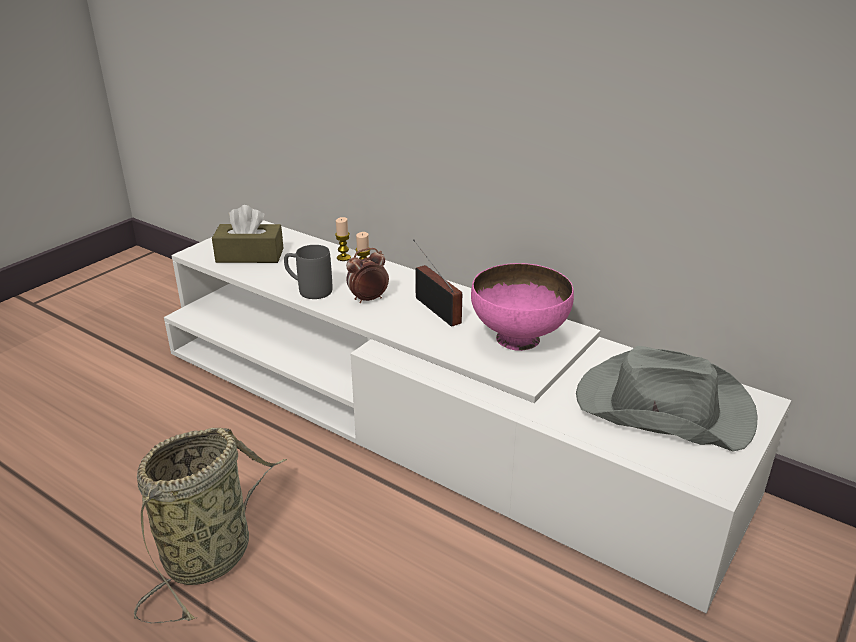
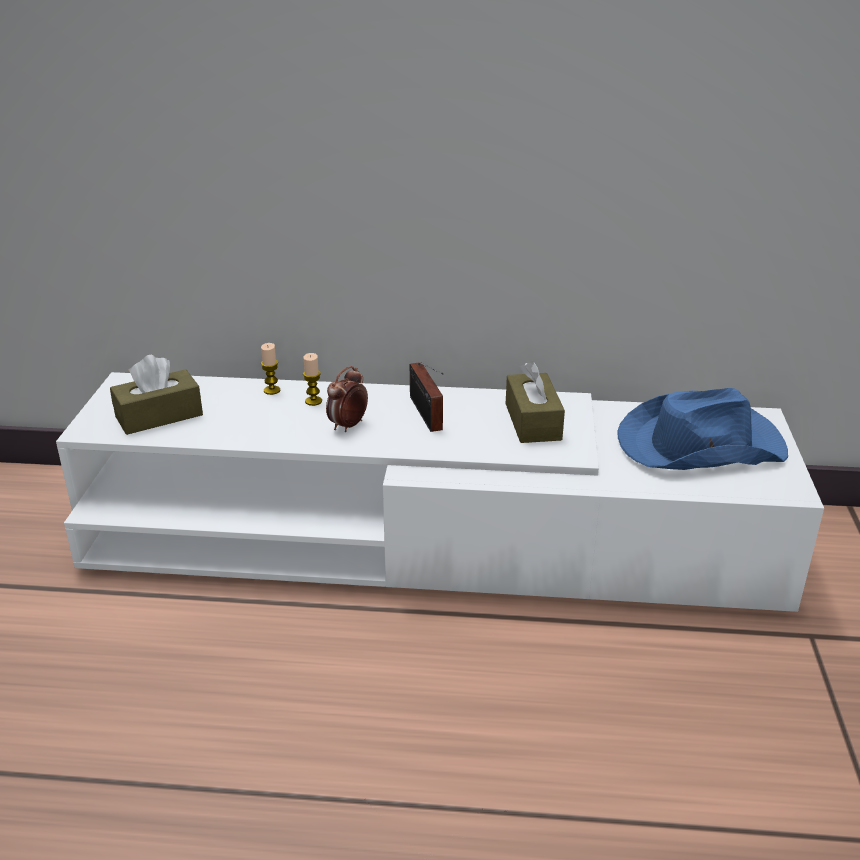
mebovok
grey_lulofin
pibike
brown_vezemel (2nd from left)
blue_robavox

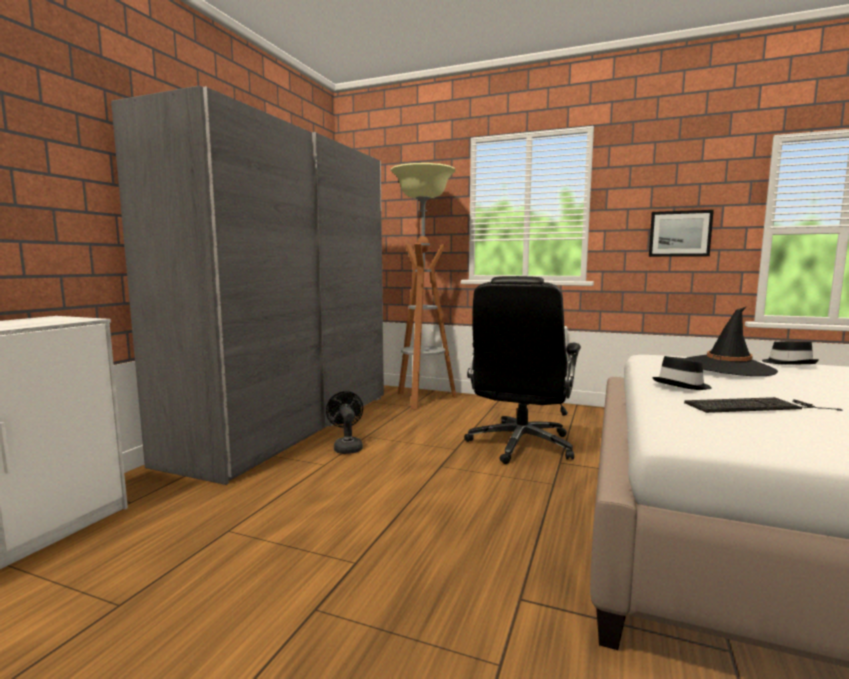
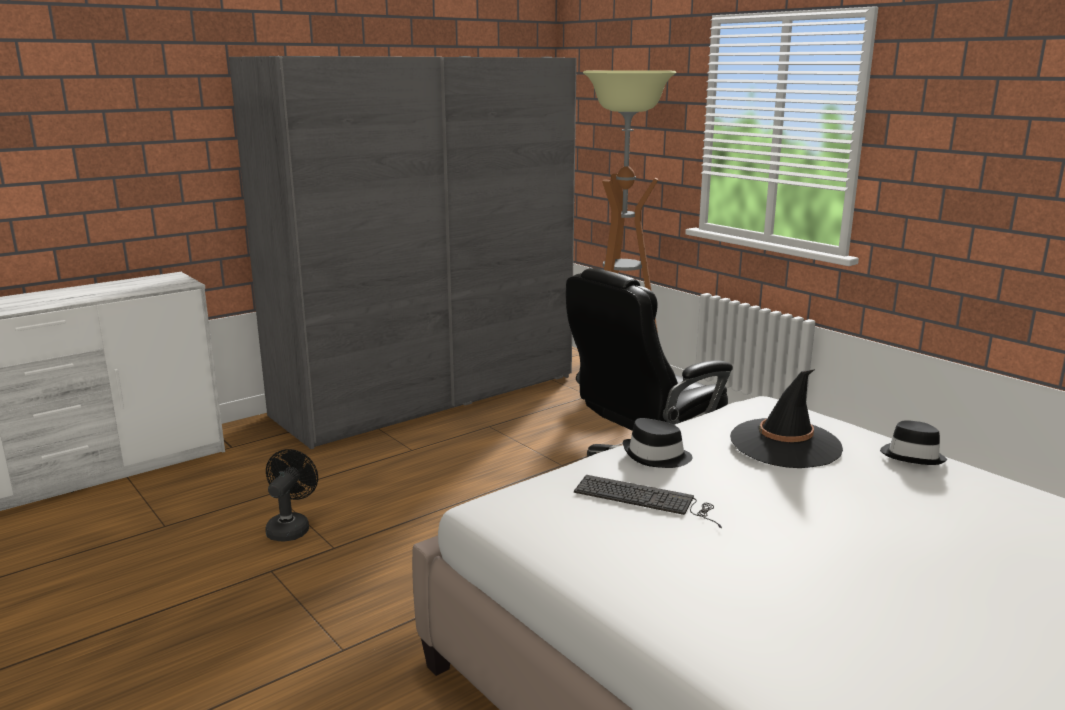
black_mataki
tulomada

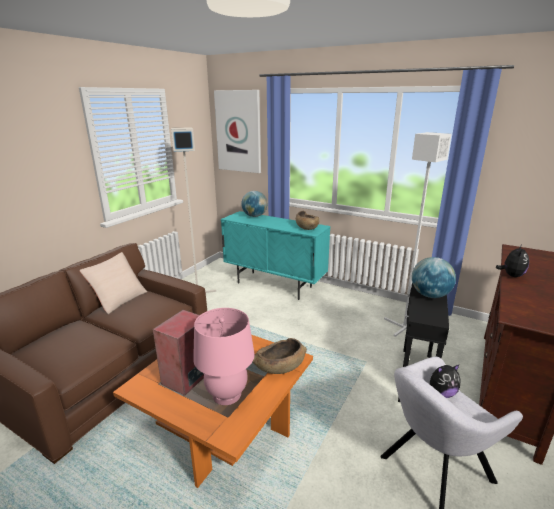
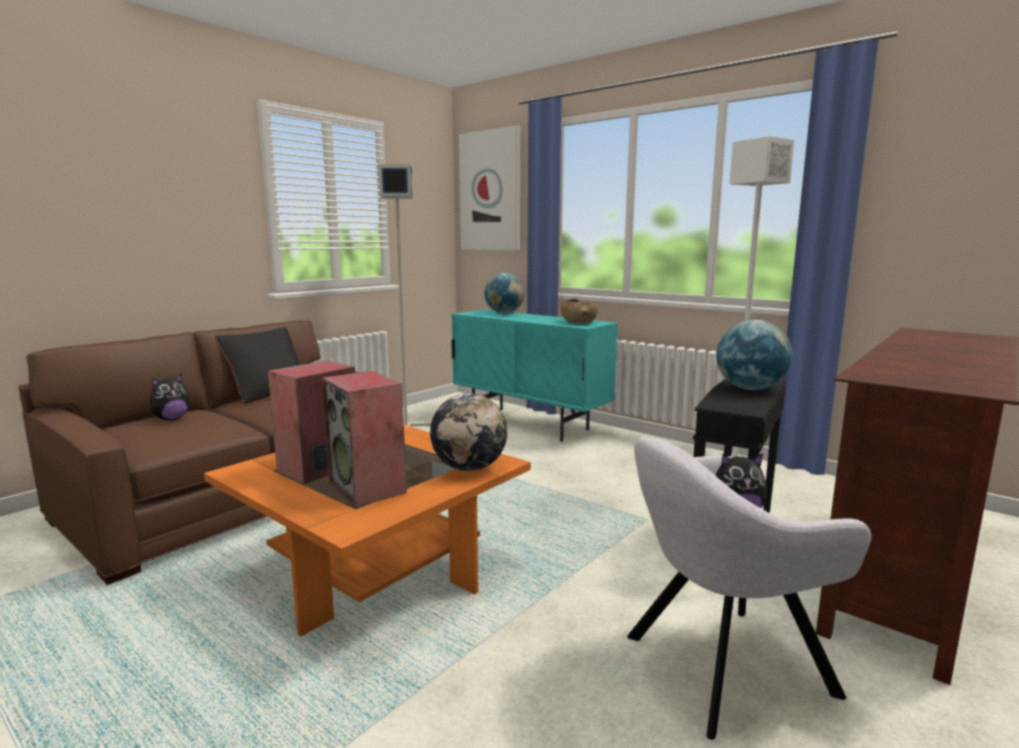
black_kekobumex
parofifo (2nd from left)
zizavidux (1st from left)
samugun (1st from left)

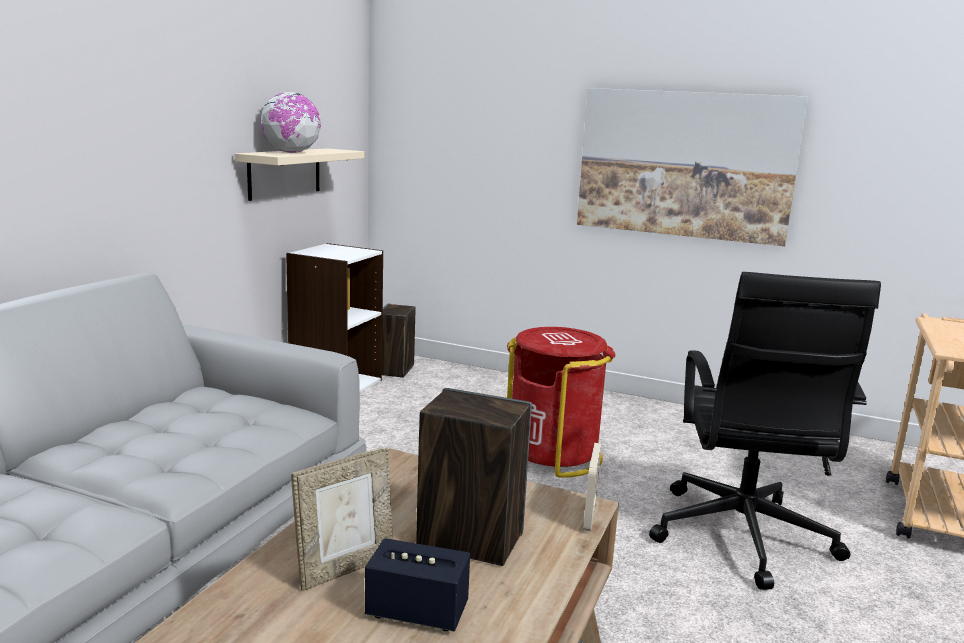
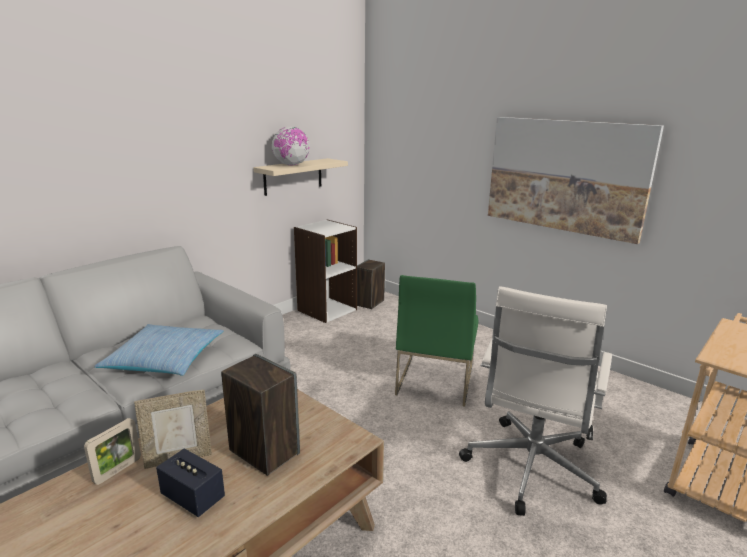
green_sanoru
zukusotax (1st from left)
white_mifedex
kekobumex

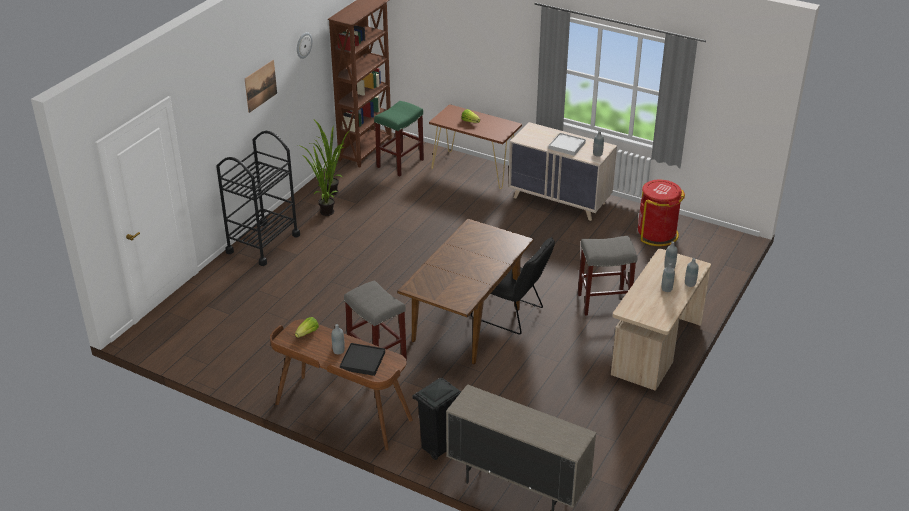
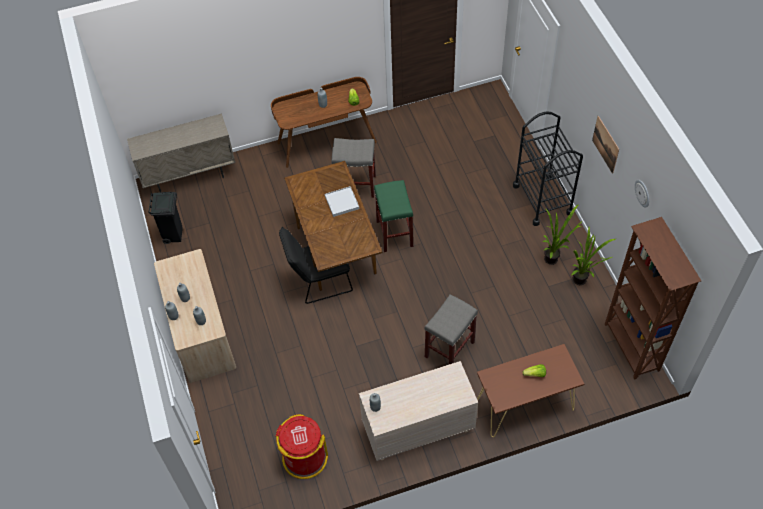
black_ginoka
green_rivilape
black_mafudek
white_ginoka
grey_rivilape (2nd from left)

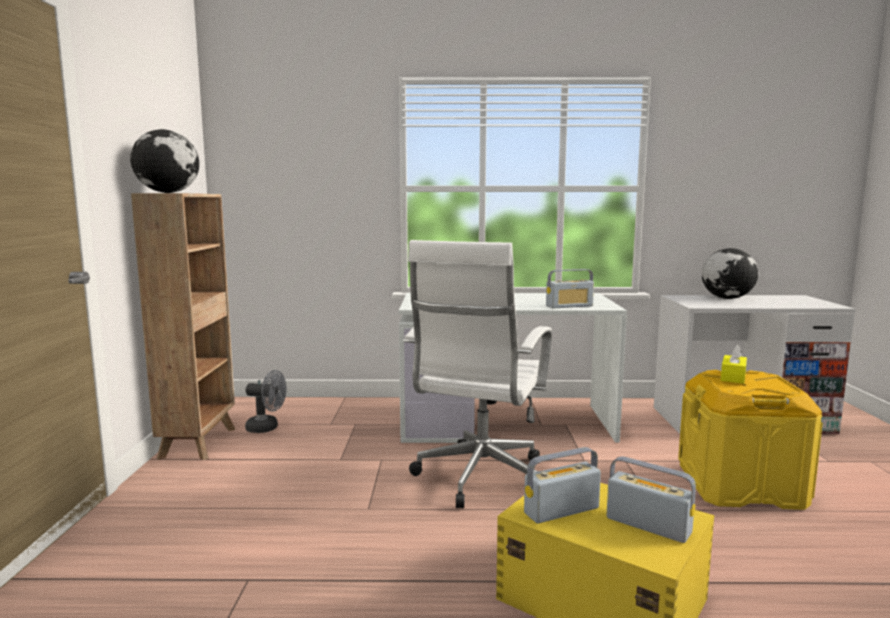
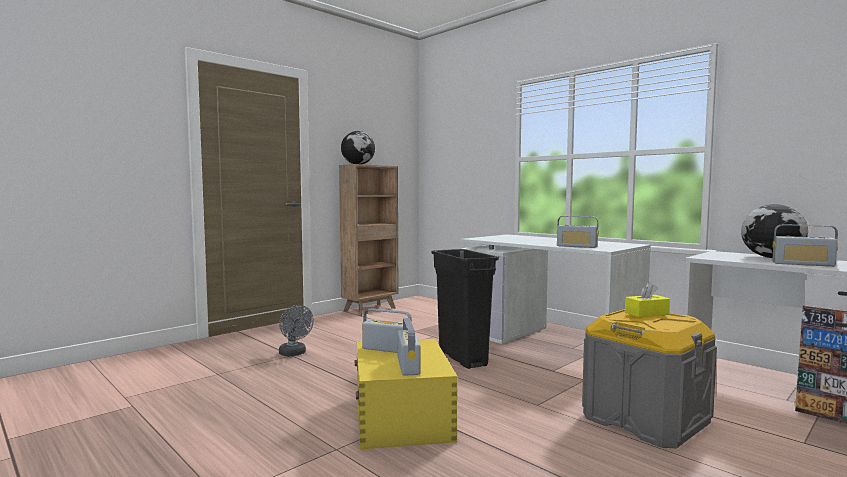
grey_mataki
black_mafudek
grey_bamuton
pibike (4th from left)

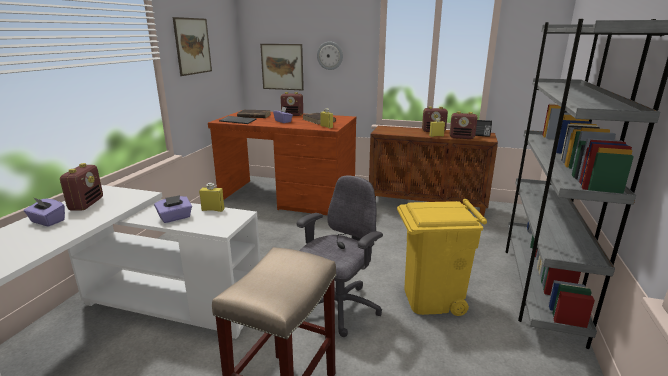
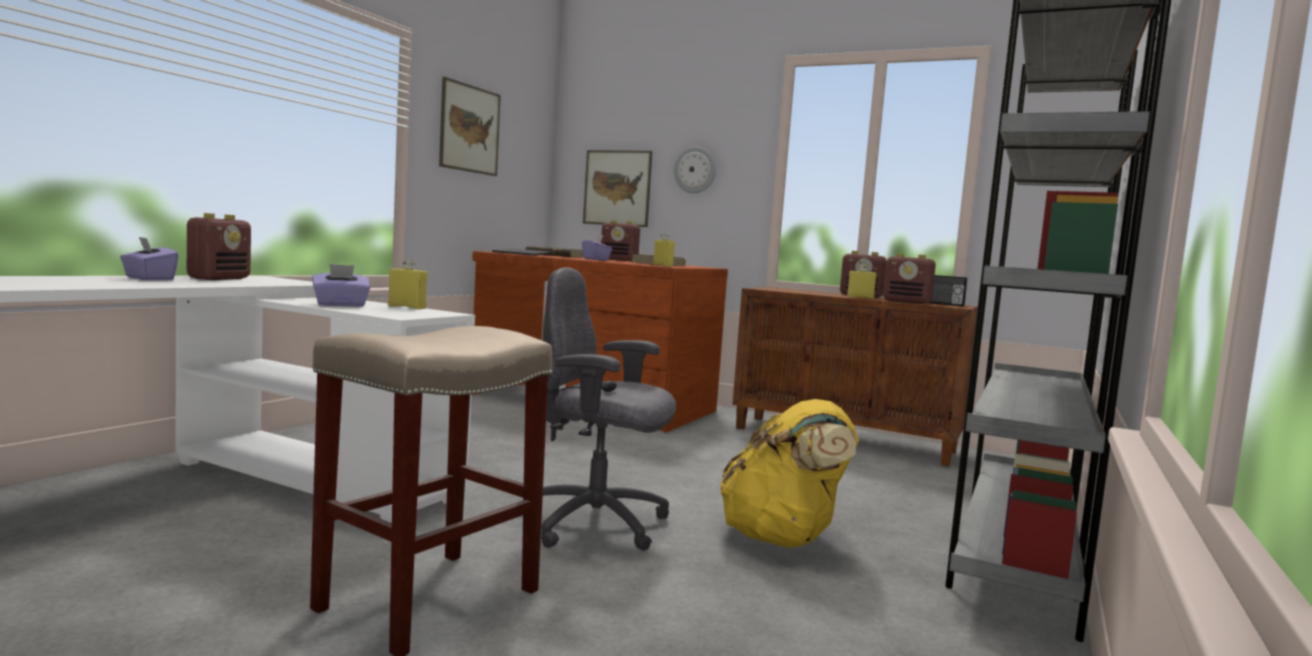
grey_mifedex
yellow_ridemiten

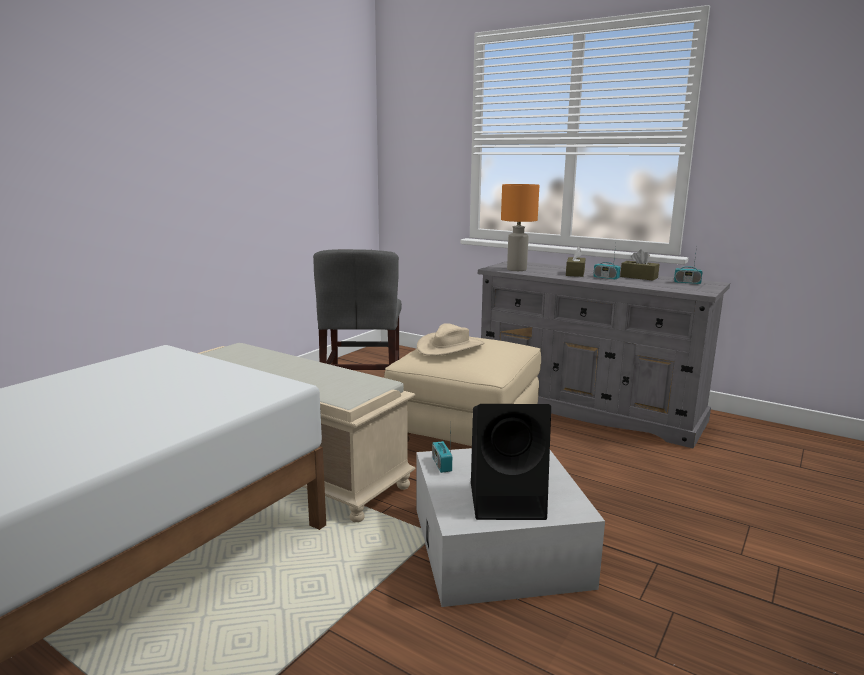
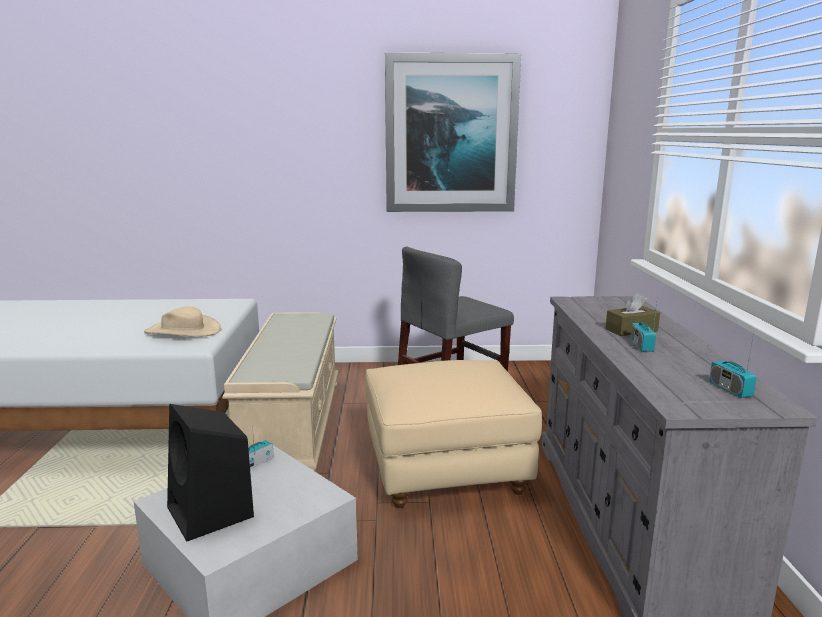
beige_robavox
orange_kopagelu
brown_vezemel (2nd from left in the first image)
tulomada

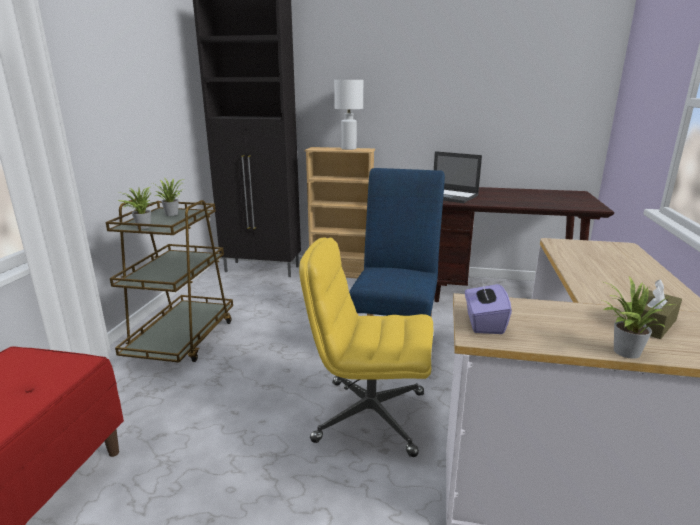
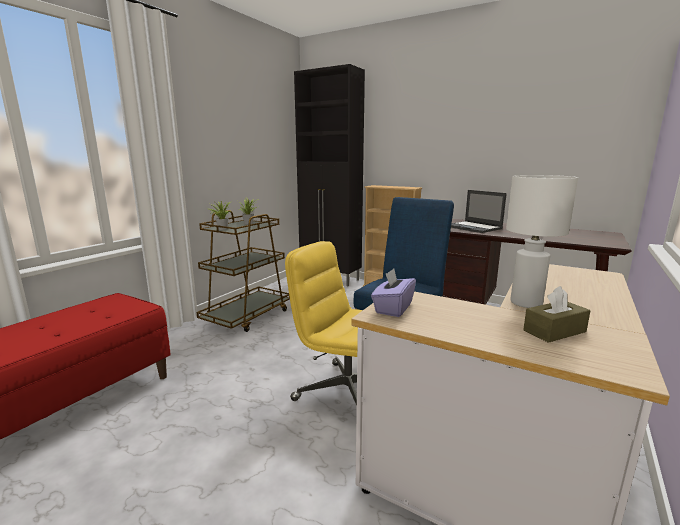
white_kopagelu
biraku (3rd from left in the first image)

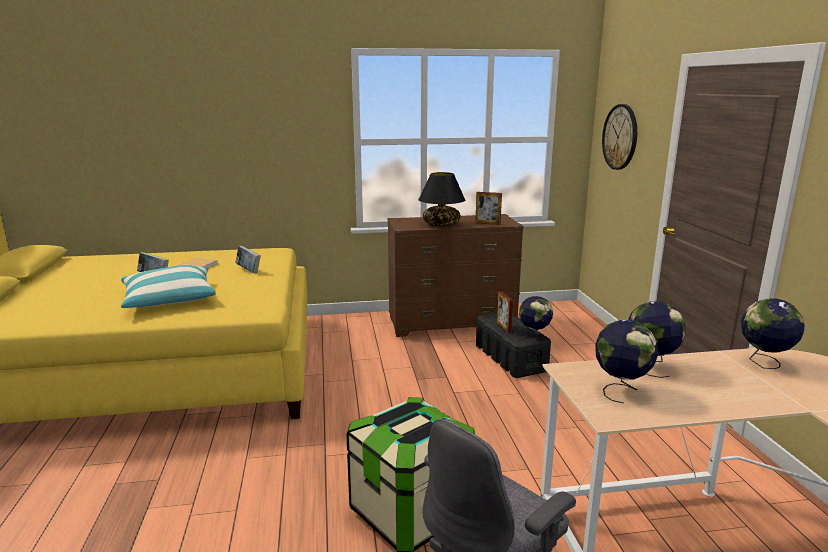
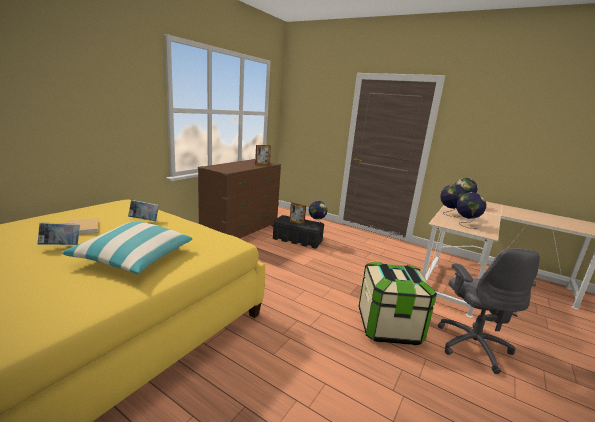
black_kopagelu
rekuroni

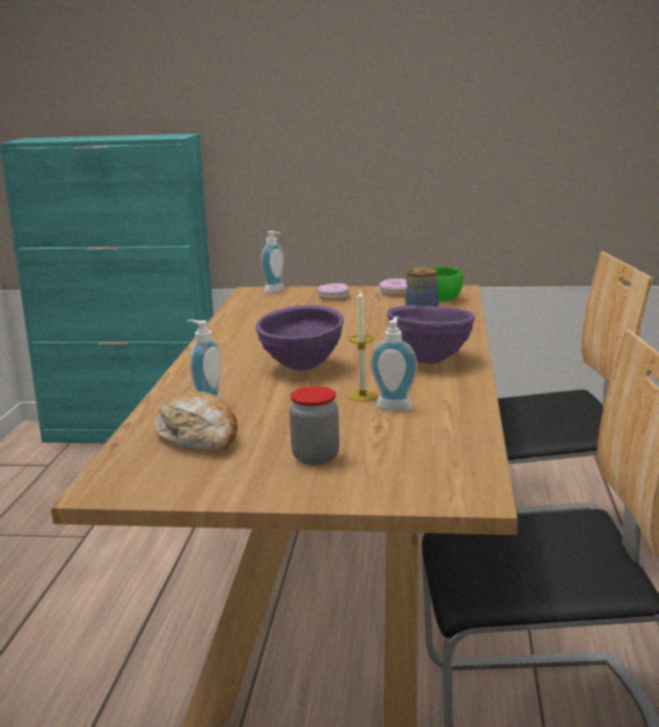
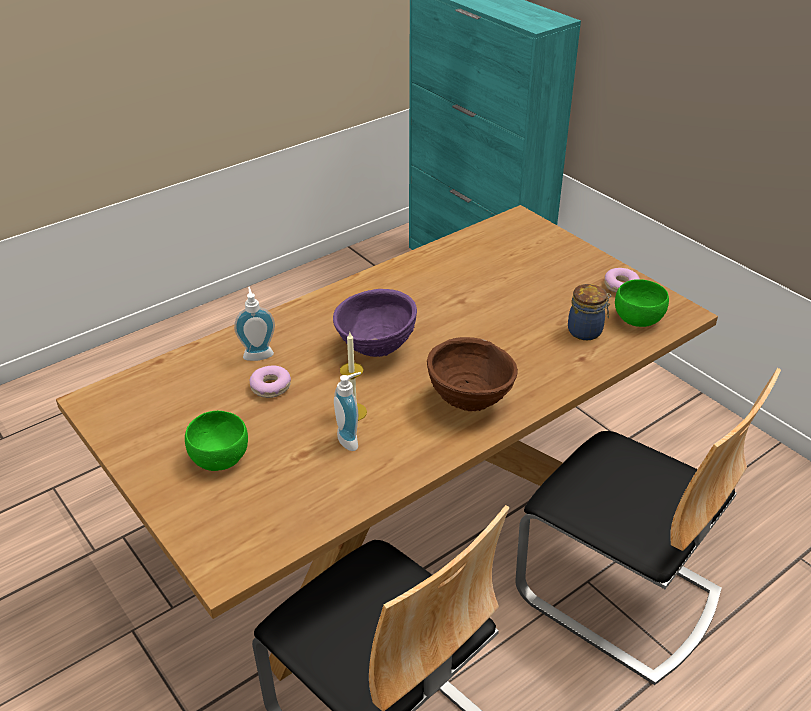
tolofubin
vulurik (2nd from left in the first image)
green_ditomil (1st from left)
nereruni (1st from left)
brown_ditomil

